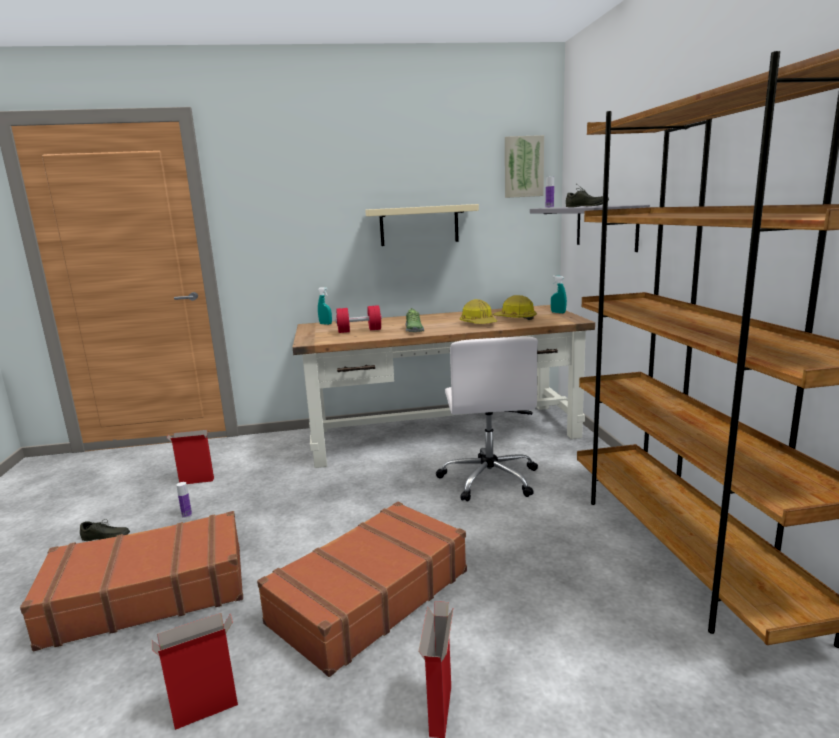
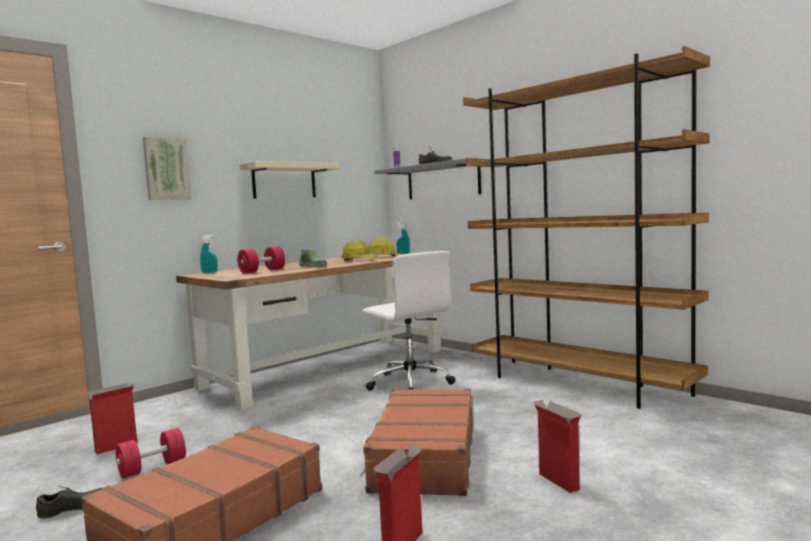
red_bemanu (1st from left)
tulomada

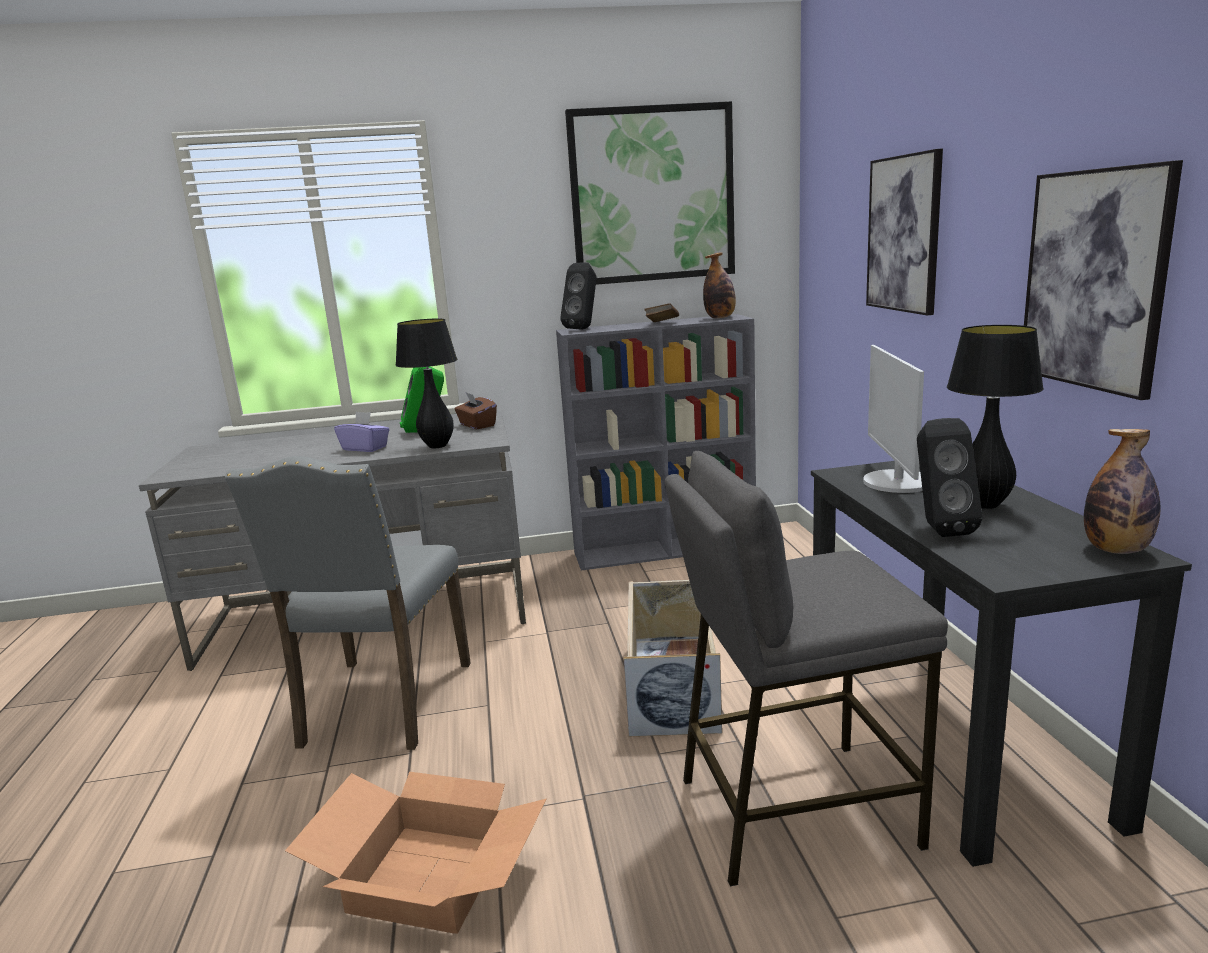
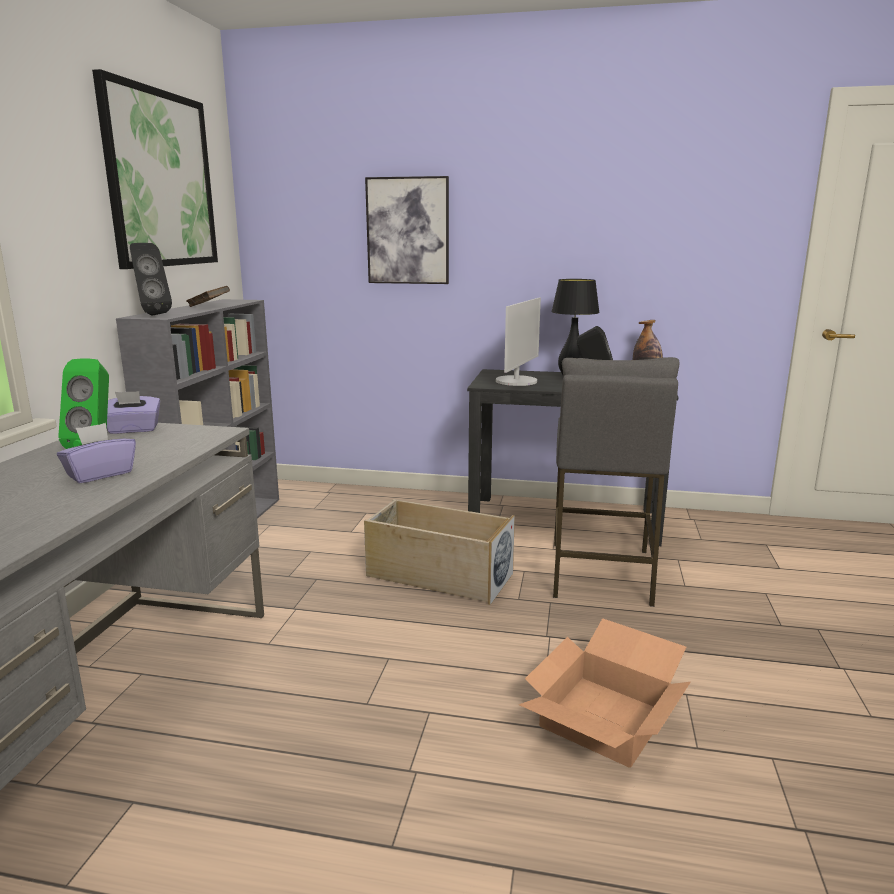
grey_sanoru
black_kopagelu (1st from left in the first image)
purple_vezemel (2nd from left)
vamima (1st from left in the first image)
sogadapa
tulomada (3rd from left in the first image)

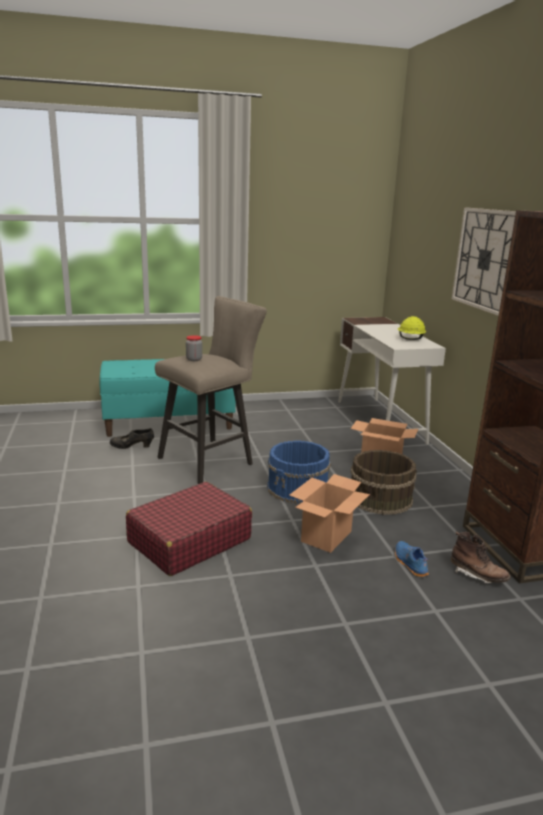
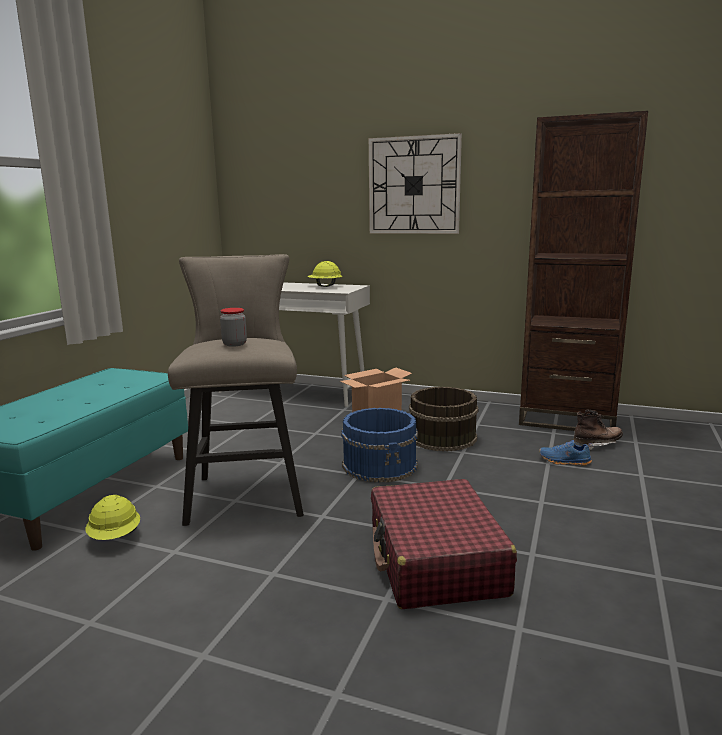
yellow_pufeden (1st from left)
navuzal (1st from left in the first image)

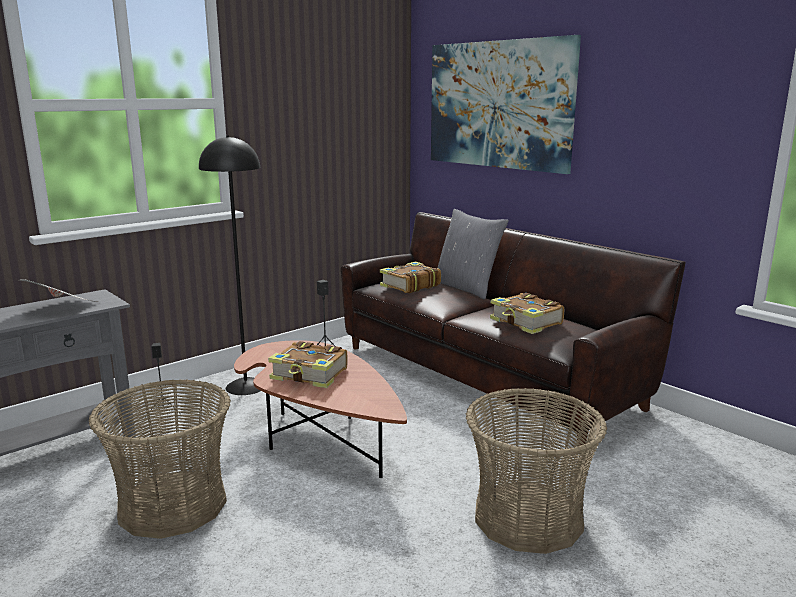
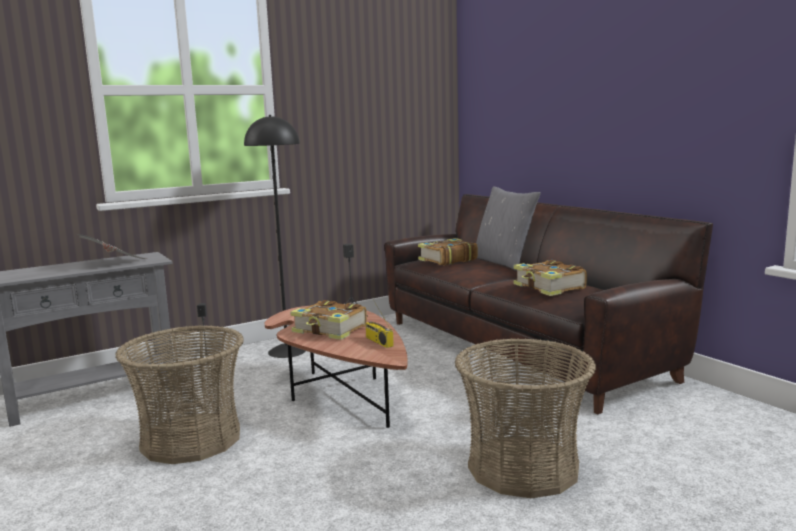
tulomada
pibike

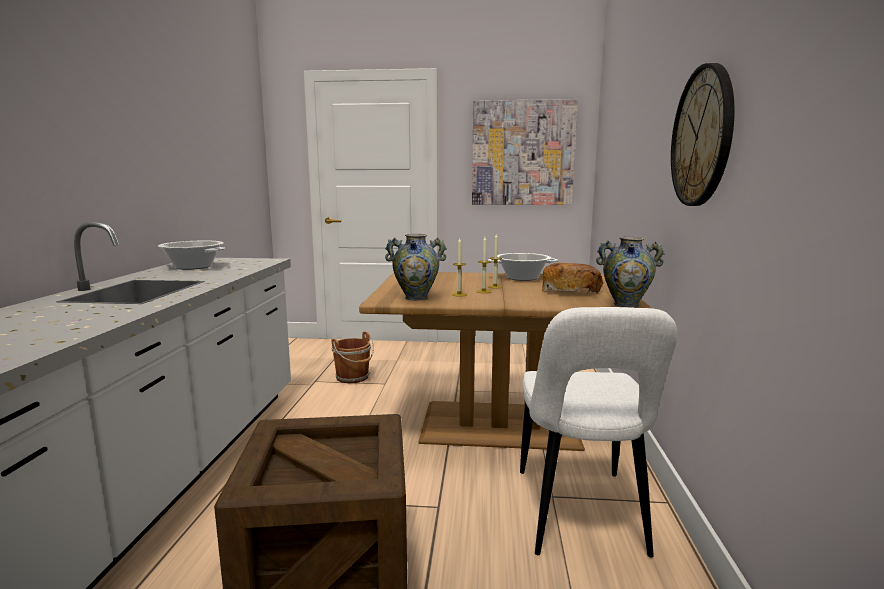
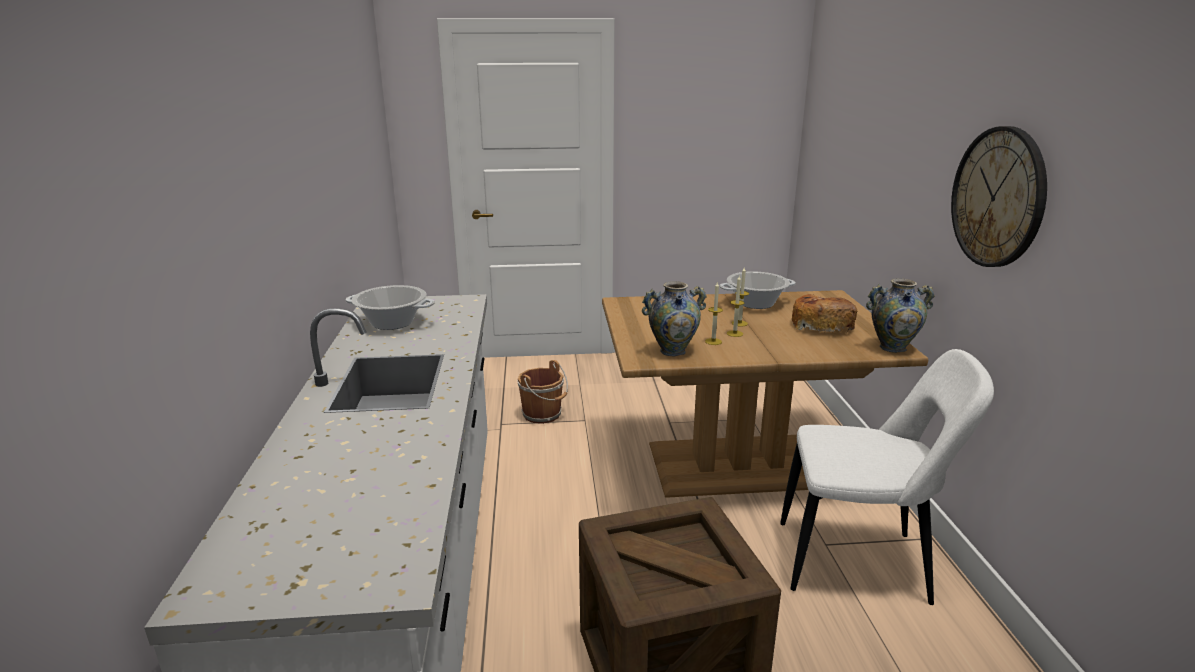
tulomada
white_sanoru

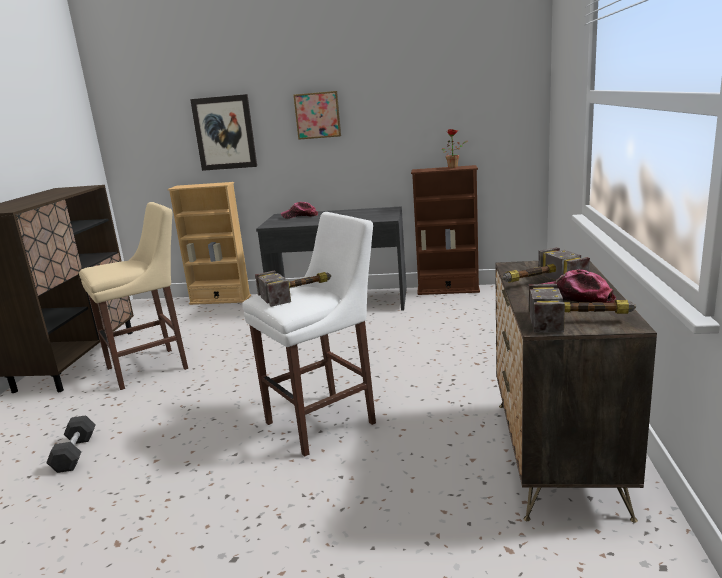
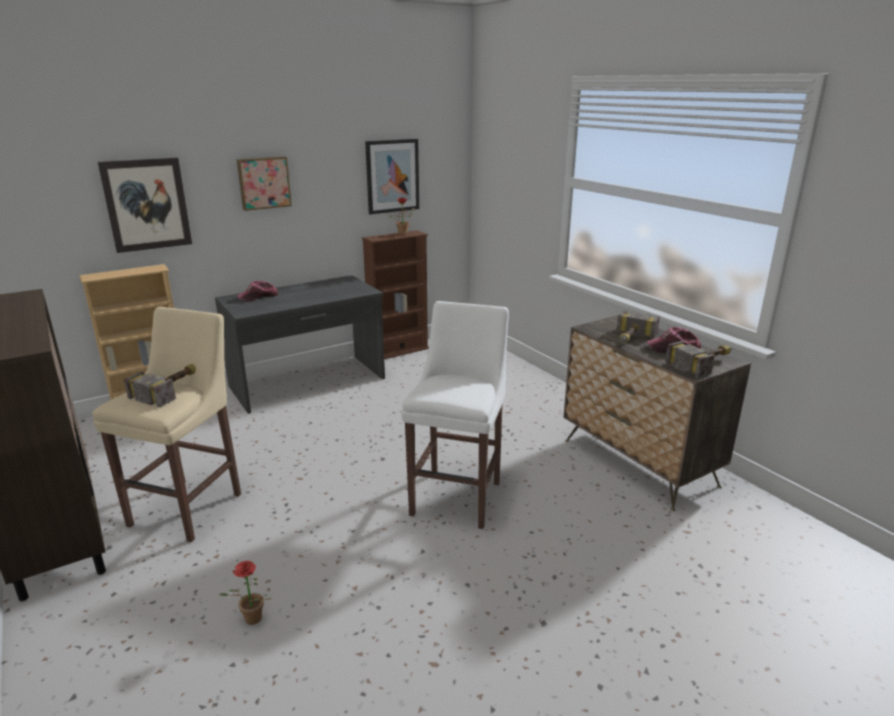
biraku (1st from left)
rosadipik (1st from left)
tulomada (3rd from left)

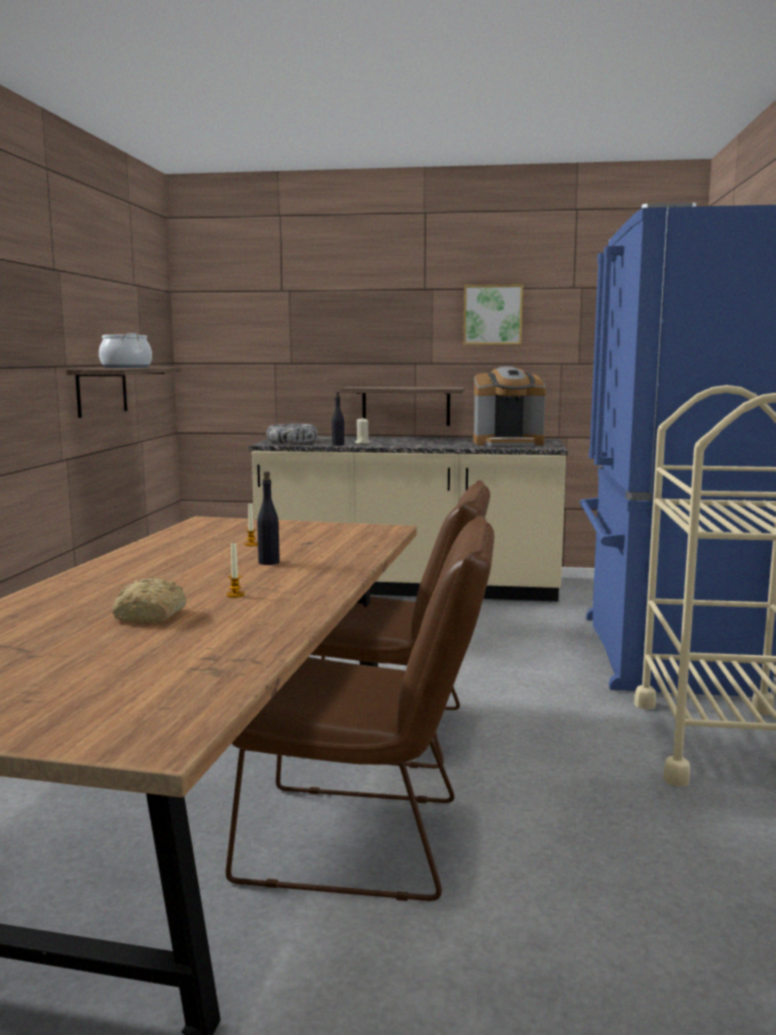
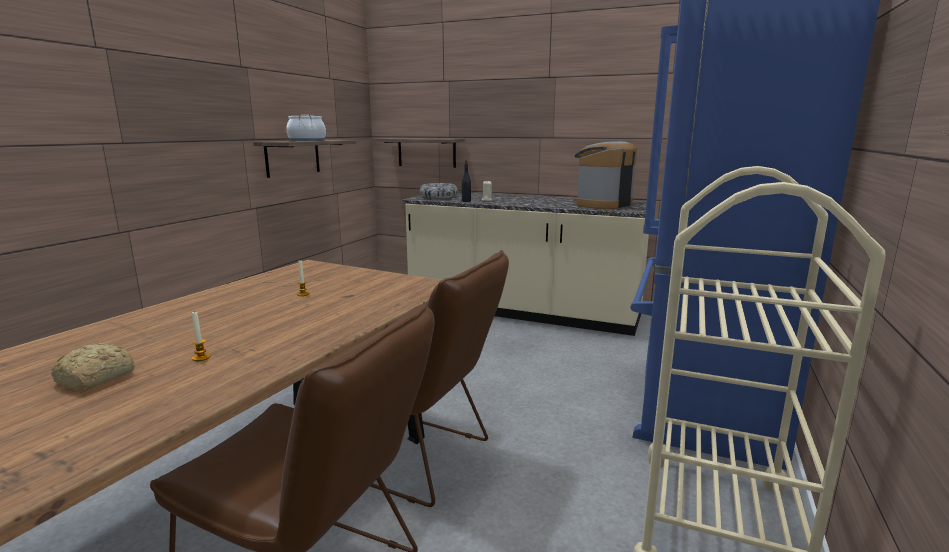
black_vamima (1st from left in the first image)
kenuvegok (2nd from left)
tulomada
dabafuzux

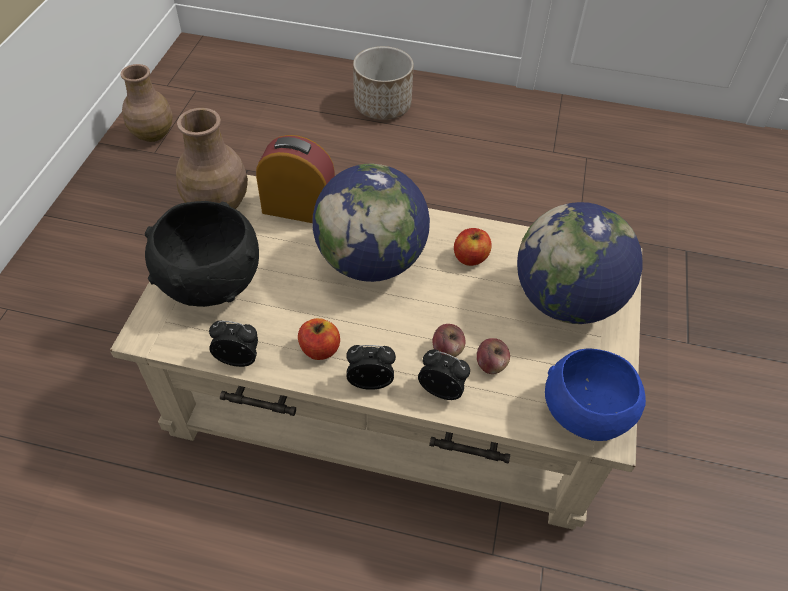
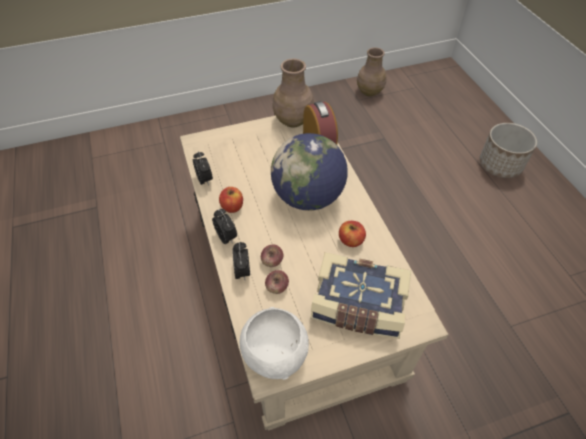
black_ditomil
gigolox
white_ditomil

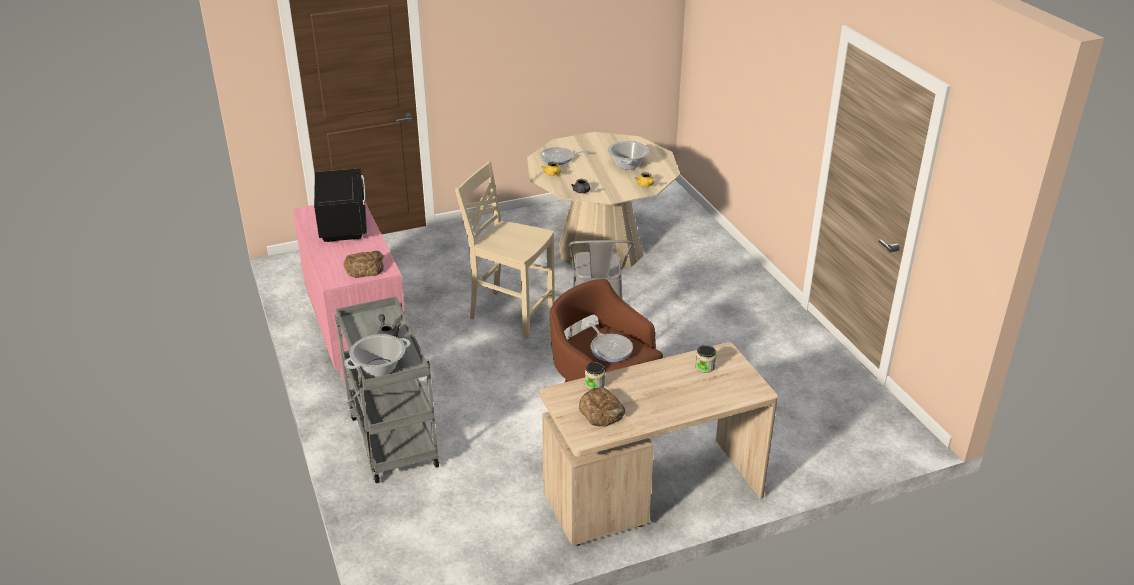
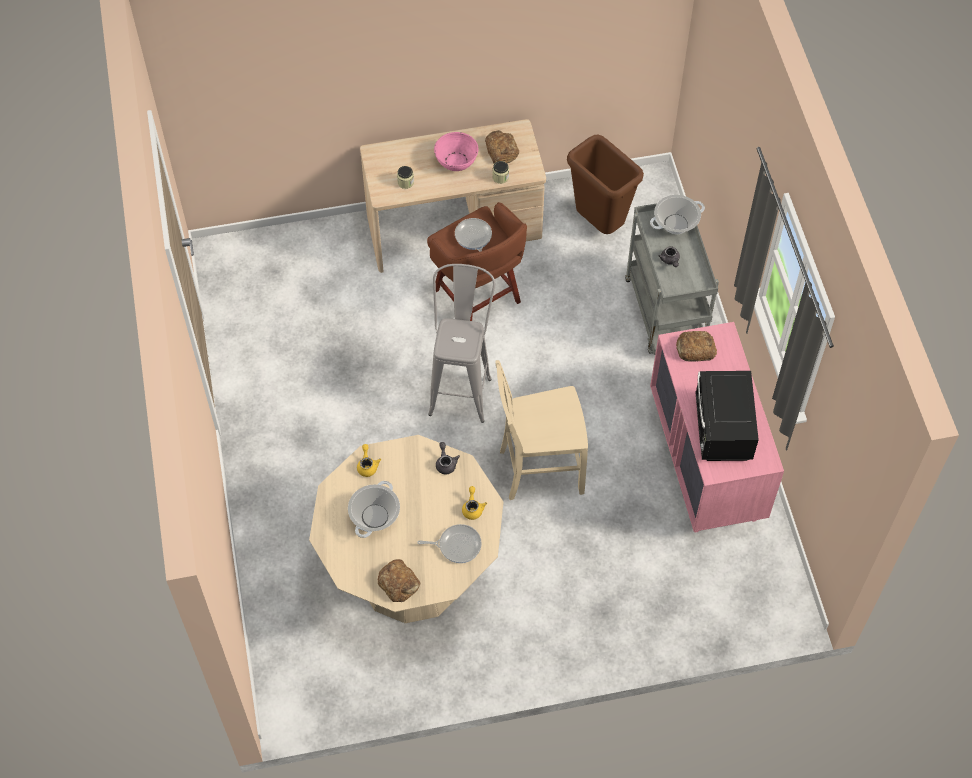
beige_sanoru
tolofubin (1st from left)
pink_ditomil
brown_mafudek

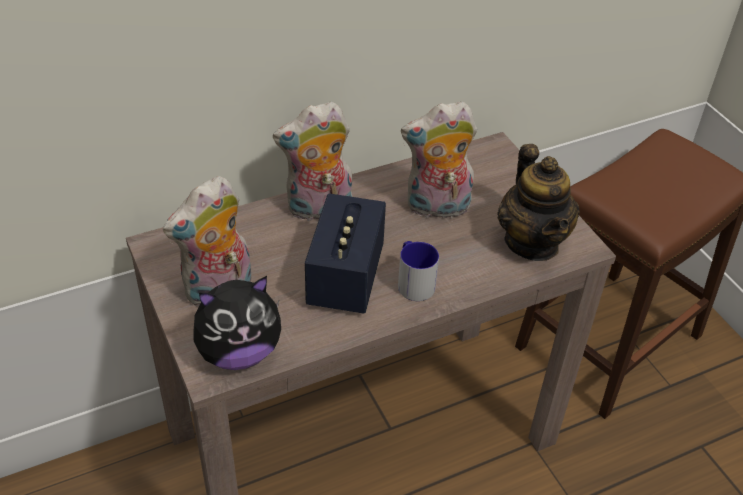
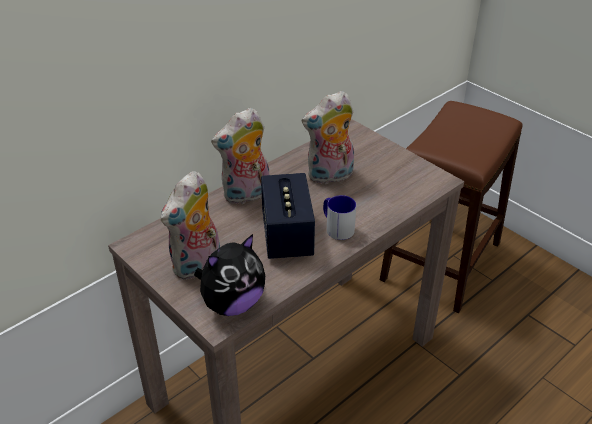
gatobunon

